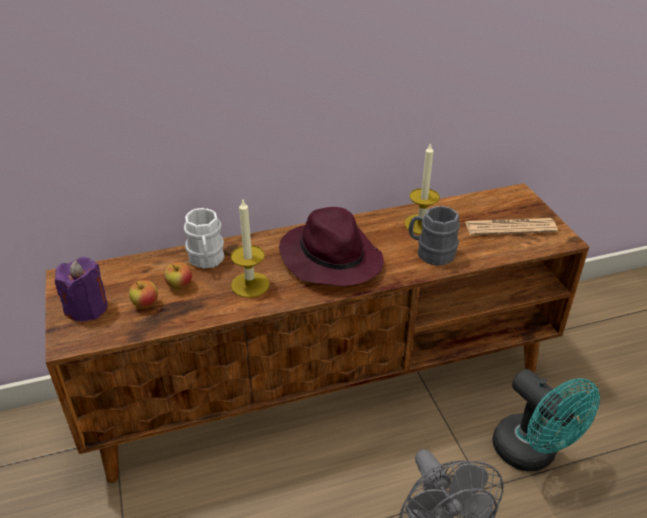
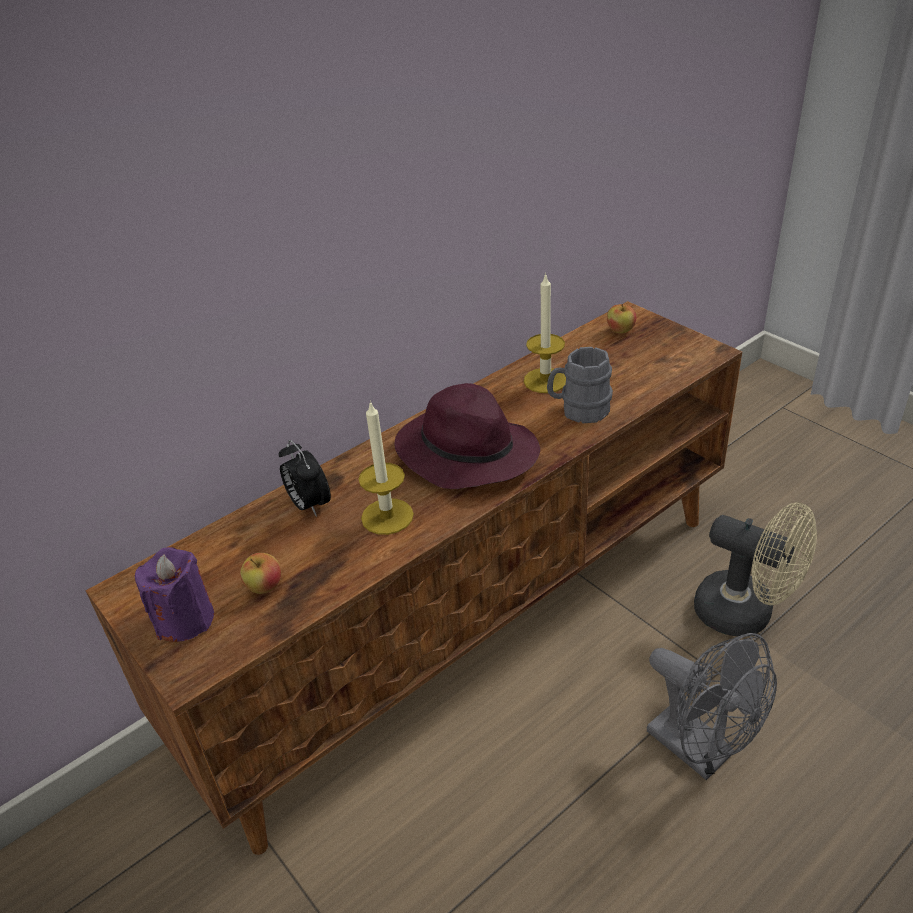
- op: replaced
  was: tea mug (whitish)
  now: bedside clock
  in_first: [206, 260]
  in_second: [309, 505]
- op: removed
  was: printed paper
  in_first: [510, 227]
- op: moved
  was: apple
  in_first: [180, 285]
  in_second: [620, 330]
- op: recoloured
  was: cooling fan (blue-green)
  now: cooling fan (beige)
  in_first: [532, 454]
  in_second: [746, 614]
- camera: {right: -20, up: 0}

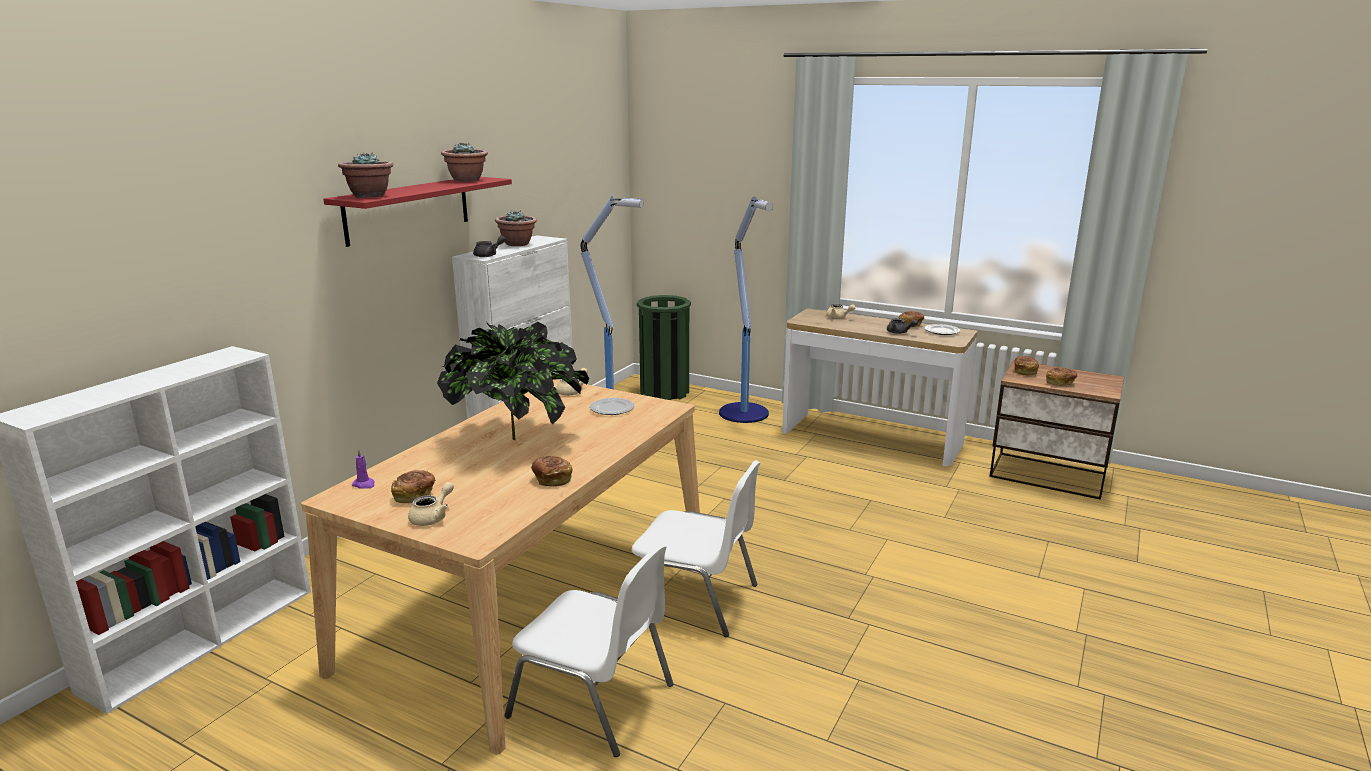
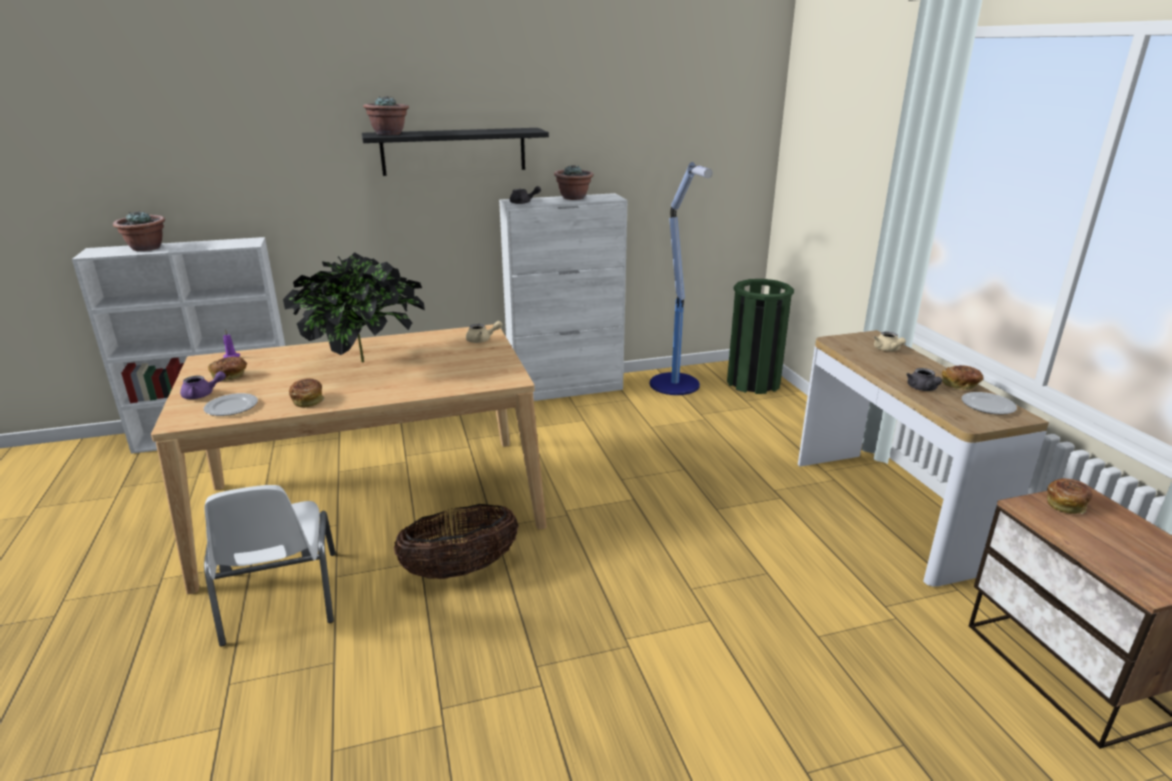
- op: moved
  was: houseplant
  in_first: [467, 180]
  in_second: [146, 248]
- op: recoloured
  was: bracket shelf (red)
  now: bracket shelf (black-coloured)
  in_first: [408, 209]
  in_second: [454, 151]
- op: removed
  was: floor lamp
  in_first: [745, 414]
- op: removed
  was: bread
  in_first: [1060, 383]
- op: moved
  was: flat dish
  in_first: [612, 409]
  in_second: [231, 407]
- op: replaced
  was: chair (whitish)
  now: household basket
  in_first: [695, 599]
  in_second: [460, 569]
- op: recoloured
  was: tea pot (beige)
  now: tea pot (purple-coloured)
  in_first: [433, 517]
  in_second: [202, 395]
- camera: {right: 45, up: 5}

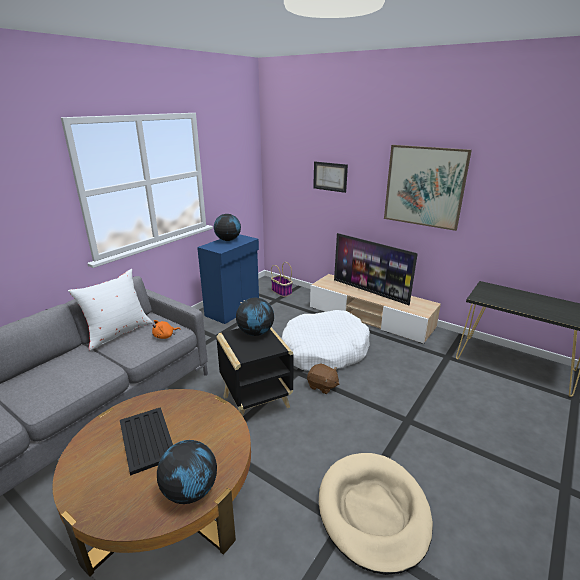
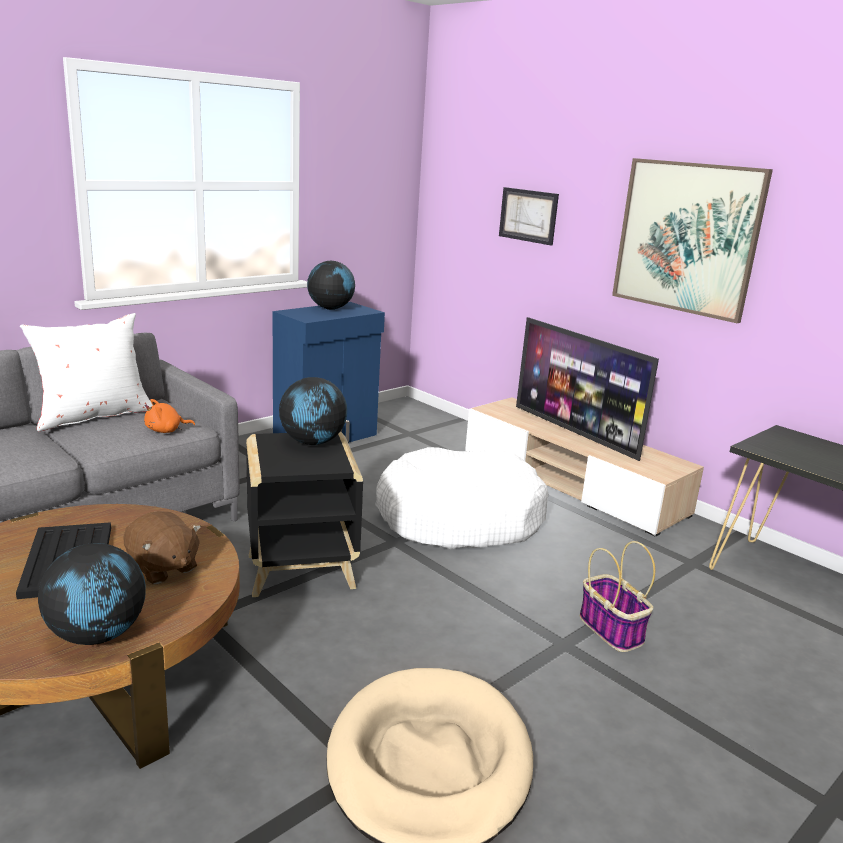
- op: moved
  was: household basket
  in_first: [282, 292]
  in_second: [612, 630]
- op: moved
  was: soft toy (brown-coloured)
  in_first: [322, 386]
  in_second: [162, 568]
- camera: {right: 10, up: -5}

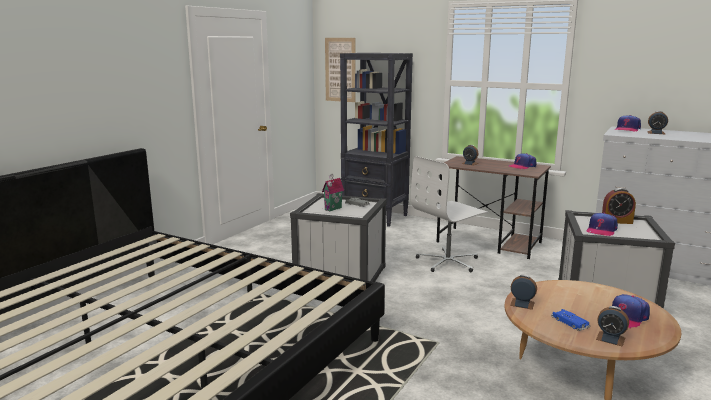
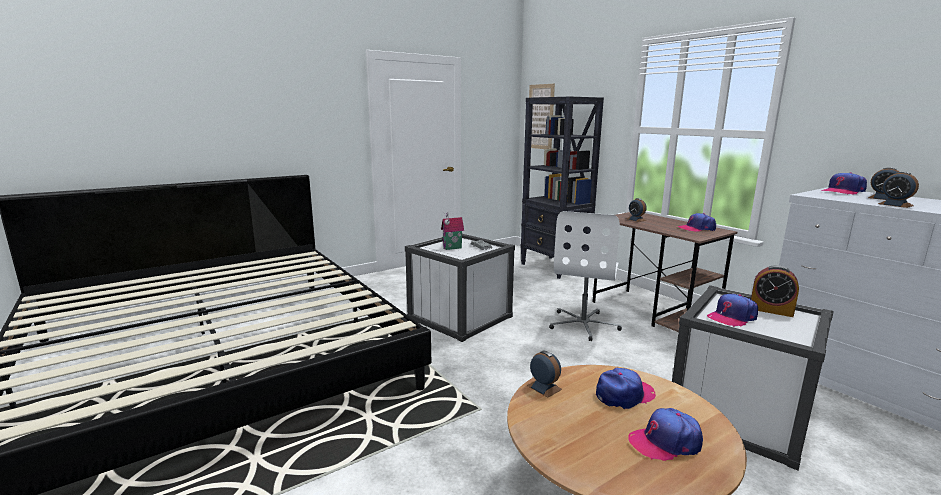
- op: turned
  was: office chair (whitish)
  in_first: [448, 262]
  in_second: [583, 324]
  clockwise: -60
- op: moved
  was: bedside clock
  in_first: [610, 338]
  in_second: [895, 205]
- op: removed
  was: toy car (blue-coloured)
  in_first: [570, 322]
- op: added
  now: cap
  in_second: [624, 395]
- camera: {right: 25, up: 0}

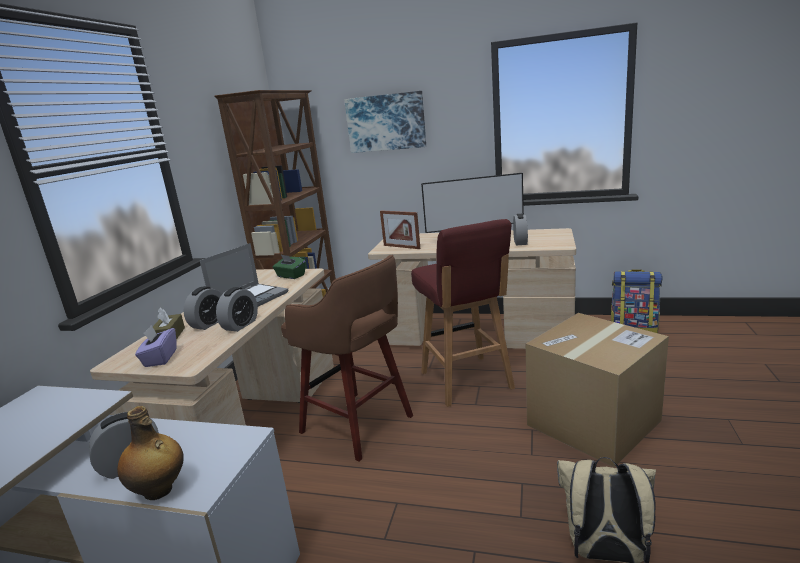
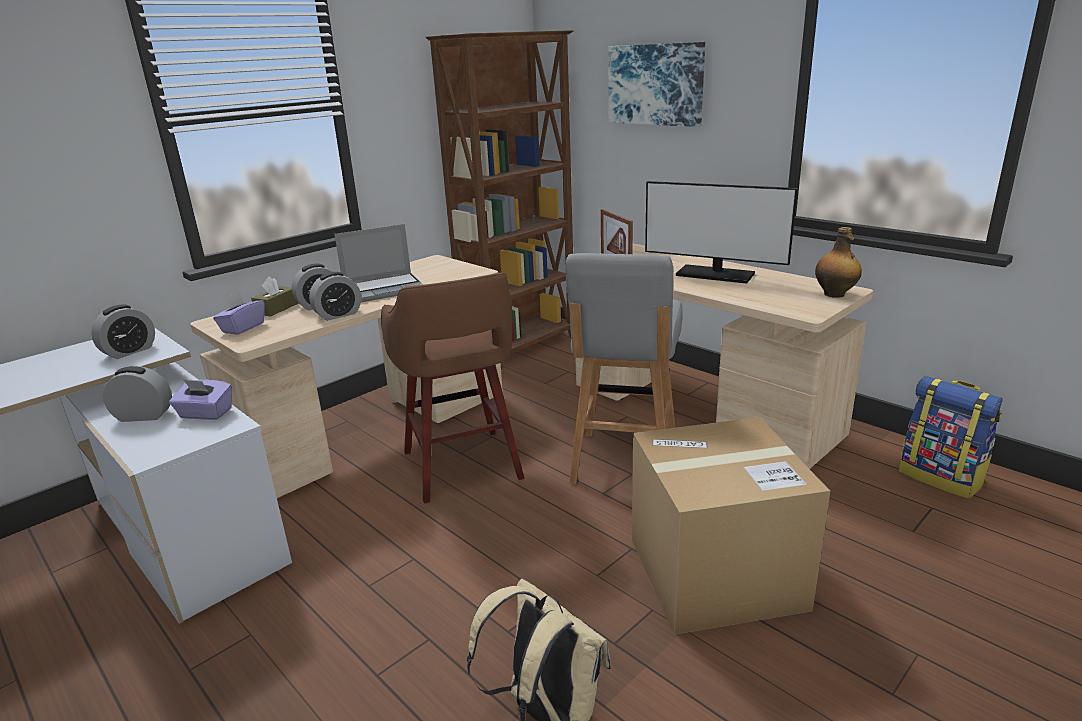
- op: moved
  was: bedside clock
  in_first: [520, 242]
  in_second: [129, 351]
- op: recoloured
  was: stool seat (red)
  now: stool seat (greyish)
  in_first: [466, 381]
  in_second: [624, 463]
- op: removed
  was: box of tissues (greenish)
  in_first: [290, 276]
- op: moved
  was: bottle
  in_first: [159, 491]
  in_second: [835, 294]
- op: added
  now: box of tissues (purple-coloured)
  in_second: [205, 414]
- camera: {right: 30, up: 5}

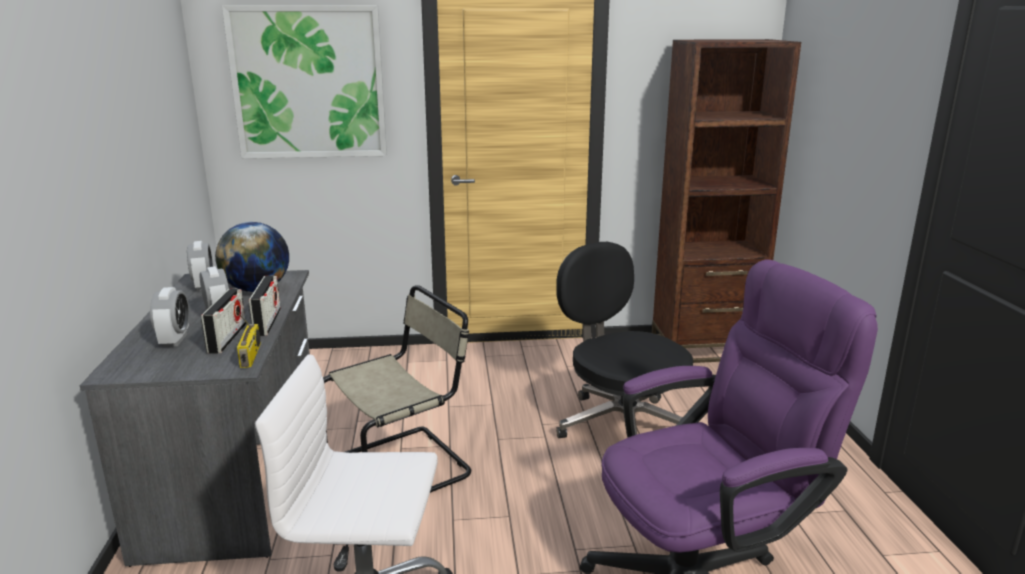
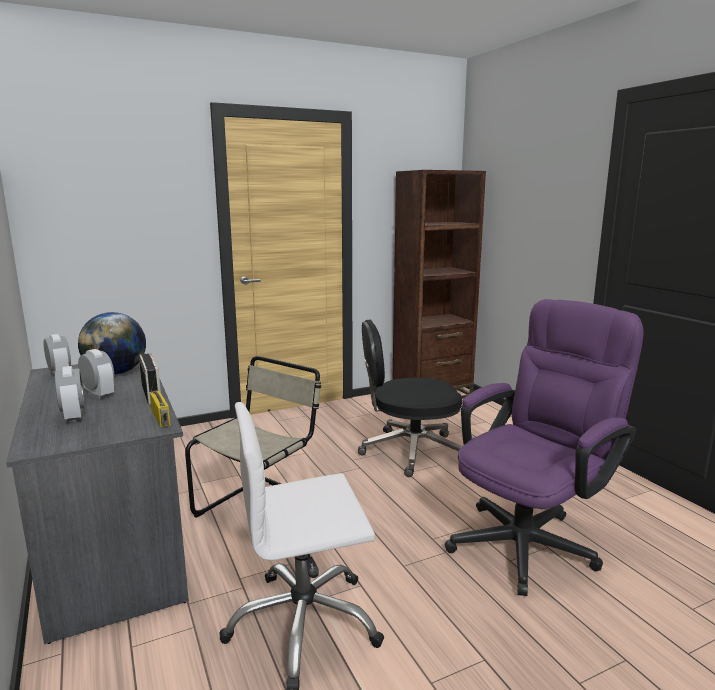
- op: removed
  was: wall art
  in_first: [308, 83]
- op: turned
  was: office chair (black-coloured)
  in_first: [621, 425]
  in_second: [410, 451]
  clockwise: -45
- op: removed
  was: radio
  in_first: [227, 338]
- camera: {right: -20, up: -5}

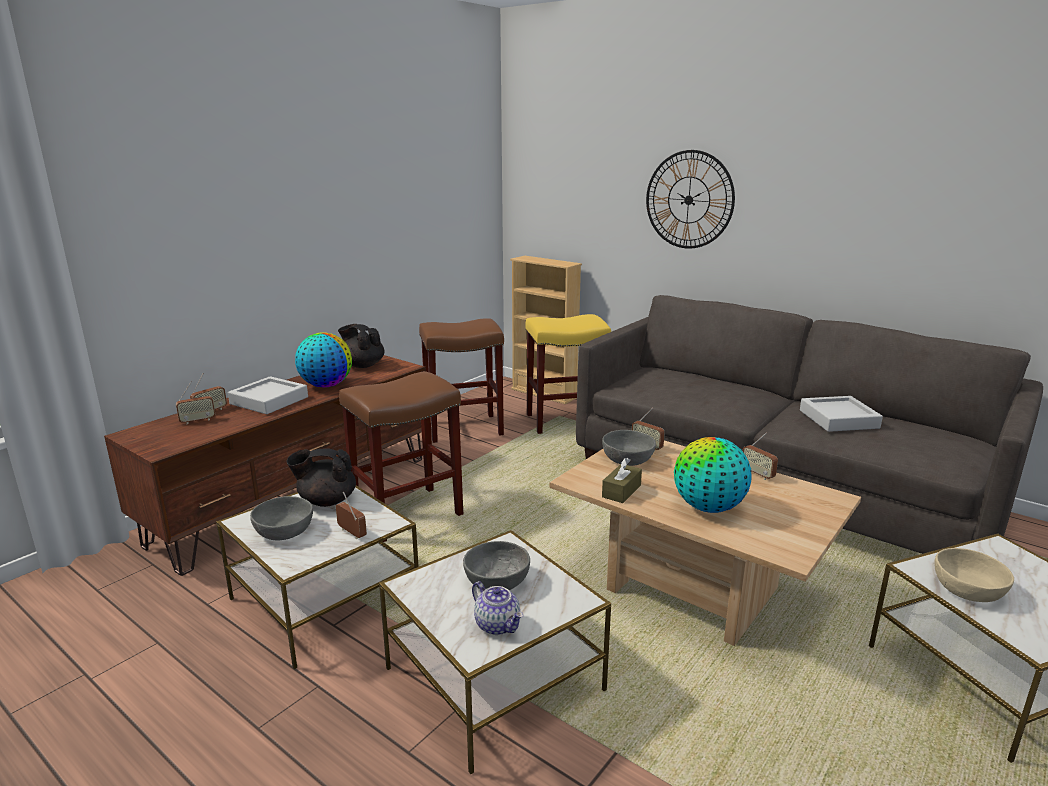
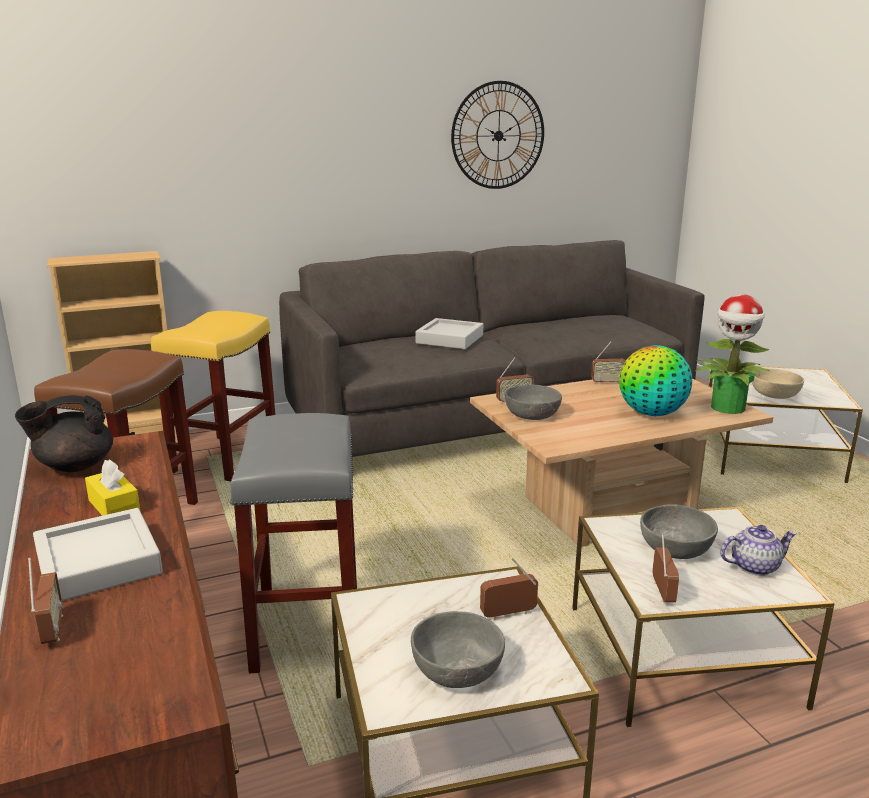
- op: moved
  was: wall clock
  in_first: [689, 200]
  in_second: [498, 135]
- op: replaced
  was: globe
  now: box of tissues (yellow-coloured)
  in_first: [326, 385]
  in_second: [114, 506]
- op: recoloured
  was: stool seat (brown-coloured)
  now: stool seat (greyish)
  in_first: [408, 513]
  in_second: [306, 624]
- op: moved
  was: radio
  in_first: [197, 421]
  in_second: [662, 592]
- op: moved
  was: tray (greyish)
  in_first: [838, 419]
  in_second: [449, 339]
- op: removed
  was: tea pot (black-coloured)
  in_first: [326, 501]
- op: removed
  was: box of tissues (brown-coloured)
  in_first: [621, 491]
- op: added
  now: houseplant
  in_second: [728, 408]
- camera: {right: -60, up: 0}

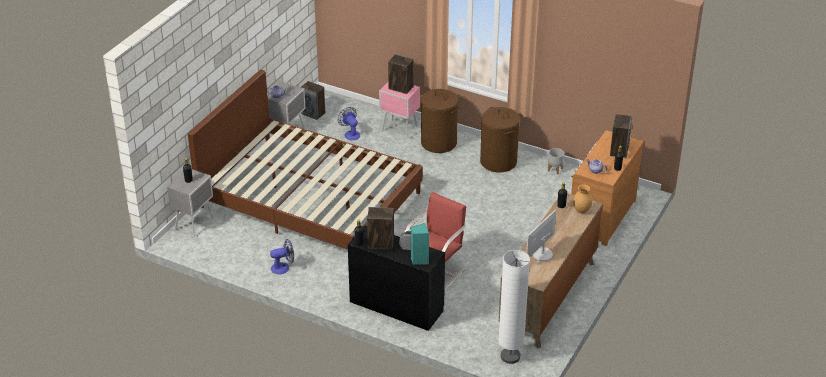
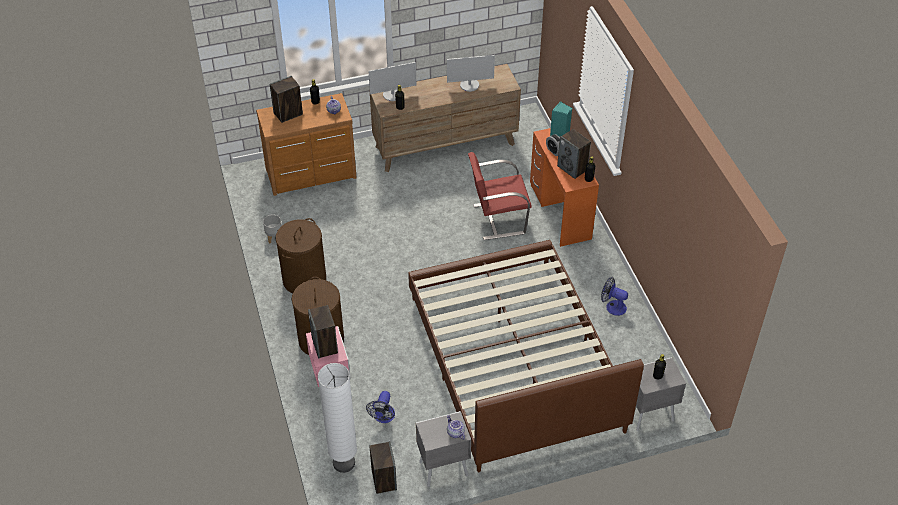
- op: replaced
  was: vase (brown-coloured)
  now: monitor
  in_first: [581, 211]
  in_second: [392, 94]
- op: recoloured
  was: desk (black-coloured)
  now: desk (orangey)
  in_first: [396, 306]
  in_second: [560, 212]
- op: moved
  was: floor lamp (whitish)
  in_first: [510, 357]
  in_second: [344, 463]
- camera: {right: -135, up: 10}

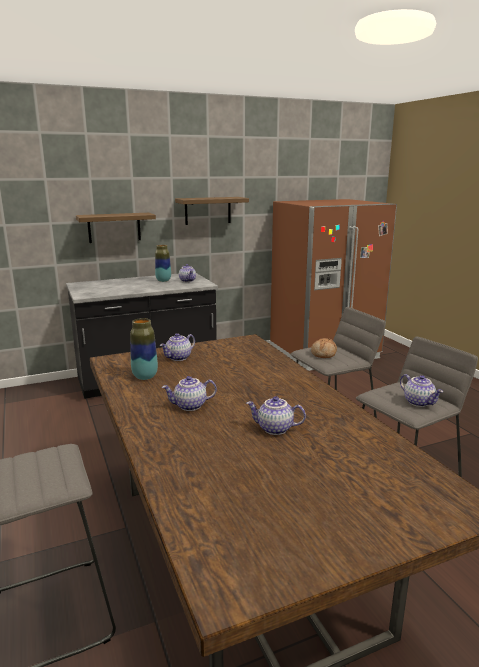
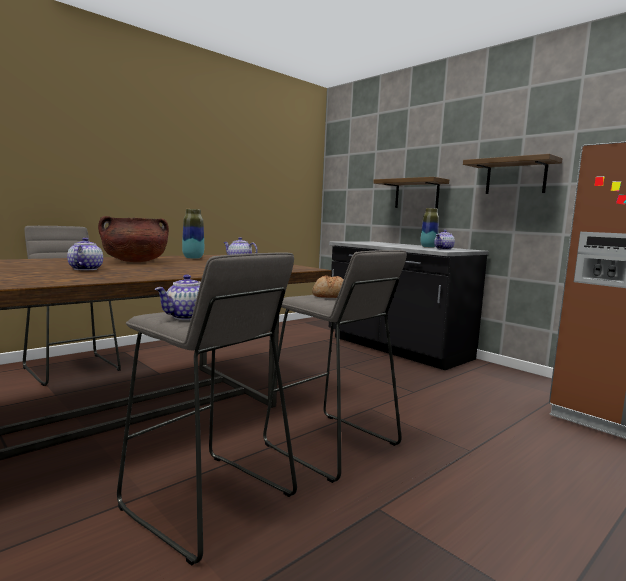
- op: replaced
  was: tea pot
  now: cooking pot (brown-coloured)
  in_first: [190, 406]
  in_second: [135, 261]
- camera: {right: 70, up: -10}

